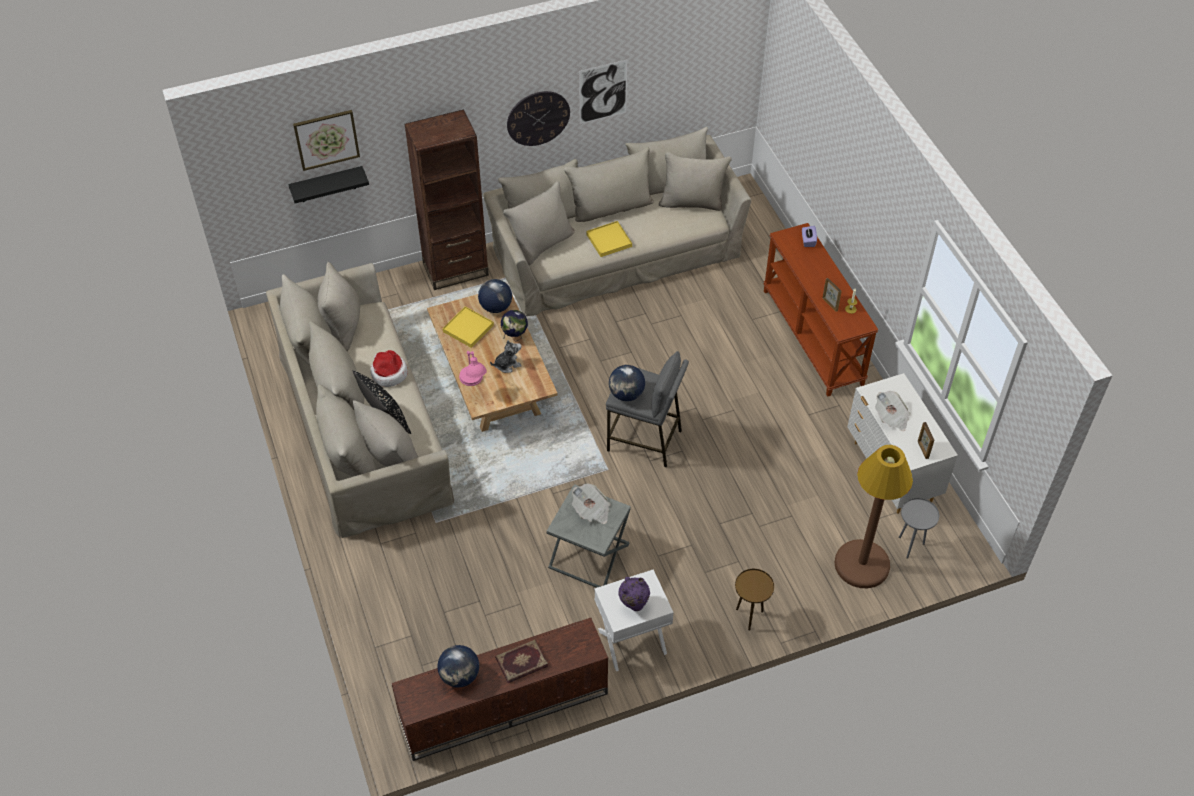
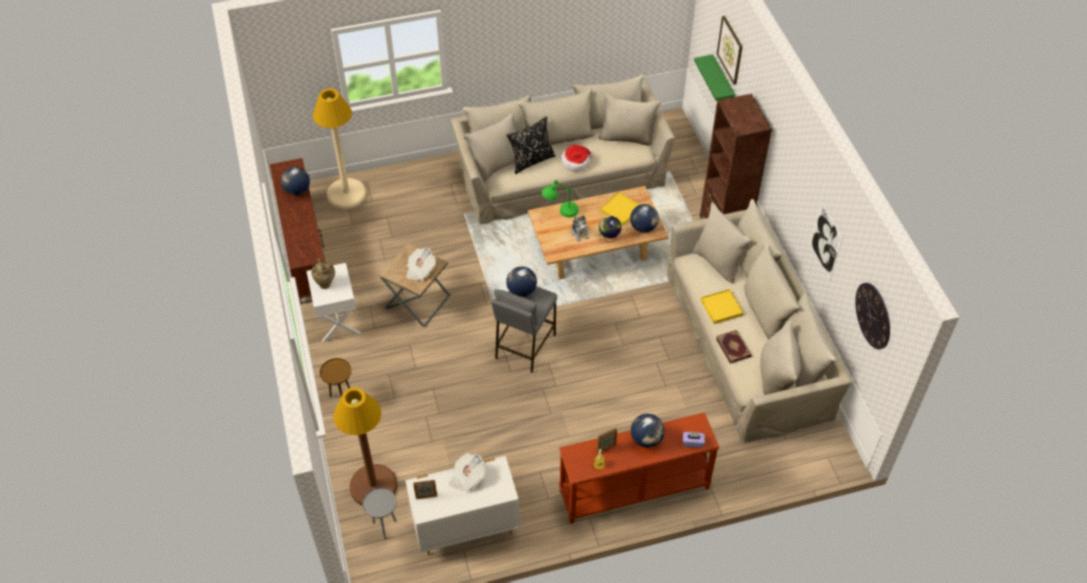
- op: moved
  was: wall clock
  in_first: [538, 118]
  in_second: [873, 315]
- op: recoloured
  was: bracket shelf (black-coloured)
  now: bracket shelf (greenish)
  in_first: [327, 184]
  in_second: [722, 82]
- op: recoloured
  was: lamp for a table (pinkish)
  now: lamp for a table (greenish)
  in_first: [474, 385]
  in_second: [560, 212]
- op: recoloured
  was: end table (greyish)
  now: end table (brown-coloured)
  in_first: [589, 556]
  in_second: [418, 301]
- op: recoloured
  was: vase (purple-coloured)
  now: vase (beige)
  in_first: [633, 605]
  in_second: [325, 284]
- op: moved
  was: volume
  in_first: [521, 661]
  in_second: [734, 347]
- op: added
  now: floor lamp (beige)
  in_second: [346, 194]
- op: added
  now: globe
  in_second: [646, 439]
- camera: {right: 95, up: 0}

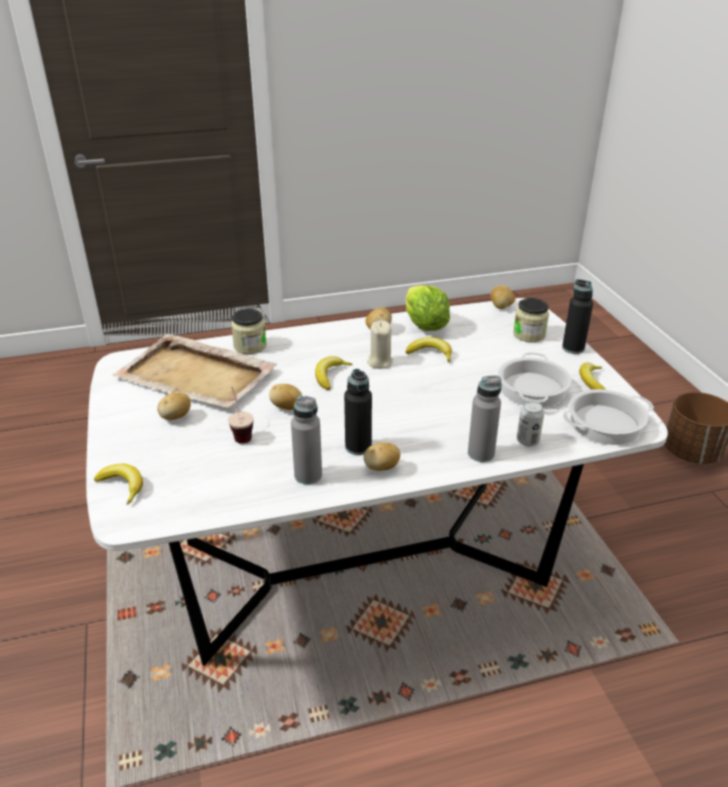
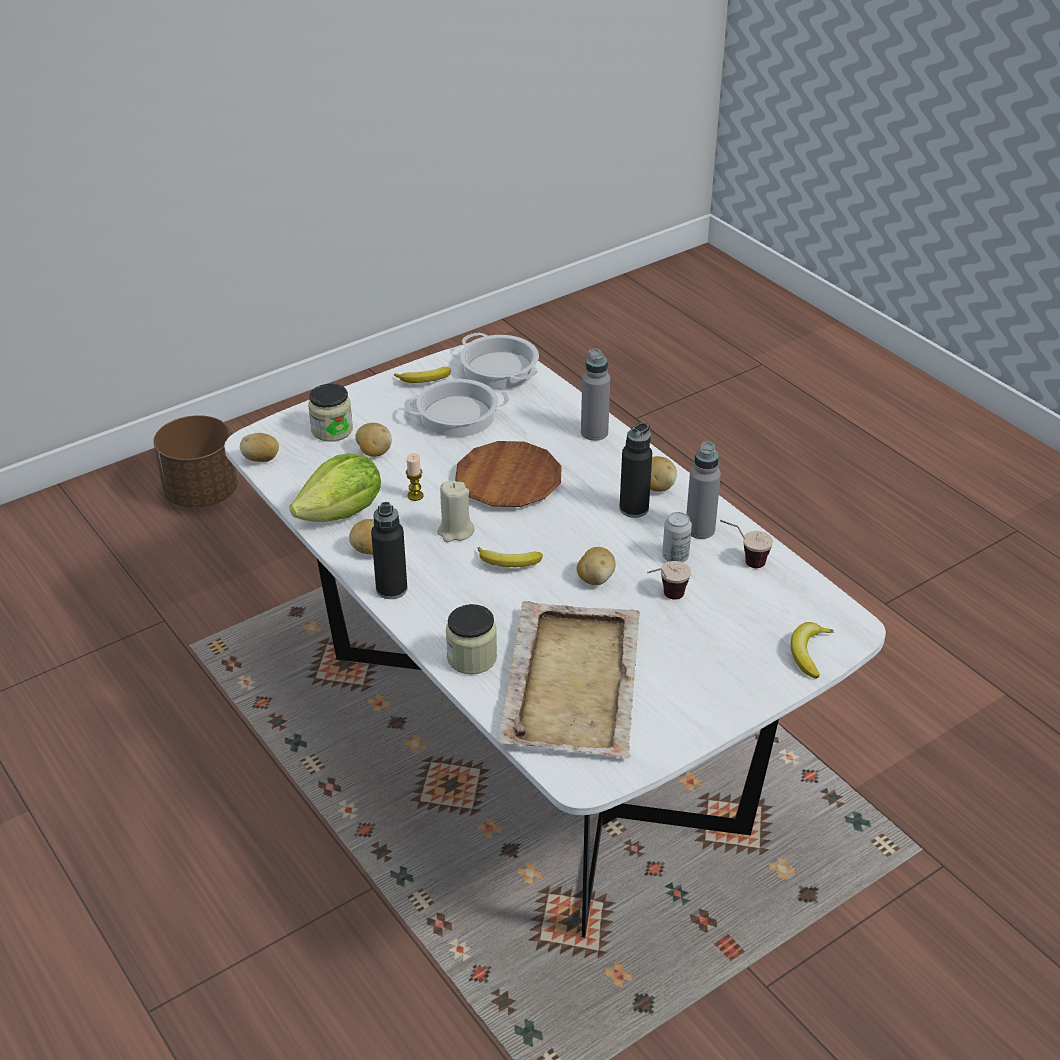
- op: moved
  was: bottle (black-coloured)
  in_first: [573, 348]
  in_second: [391, 589]
- op: replaced
  was: banana fruit
  now: wax light
  in_first: [430, 354]
  in_second: [415, 496]
- op: moved
  was: spud
  in_first: [176, 417]
  in_second: [374, 452]
- op: moved
  was: sealed can
  in_first: [527, 441]
  in_second: [675, 557]
- op: added
  now: flat dish (brown-coloured)
  in_second: [508, 481]
- op: added
  now: drinking cup
  in_second: [743, 561]
- camera: {right: -110, up: 5}

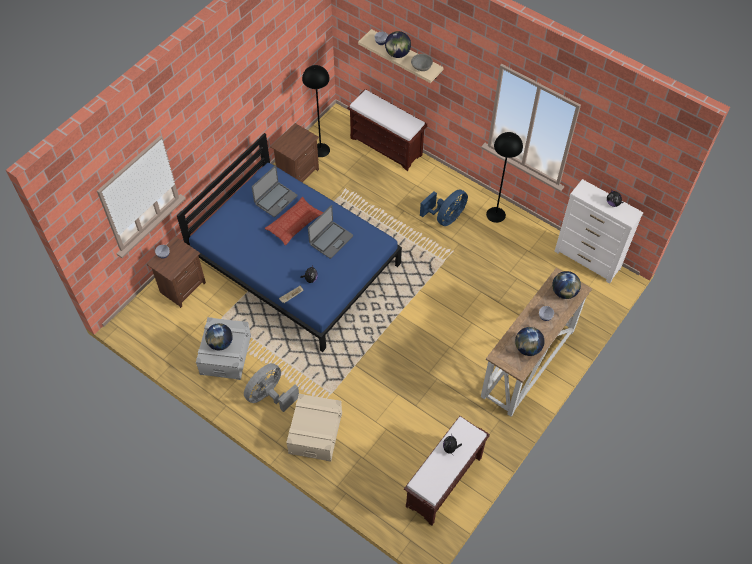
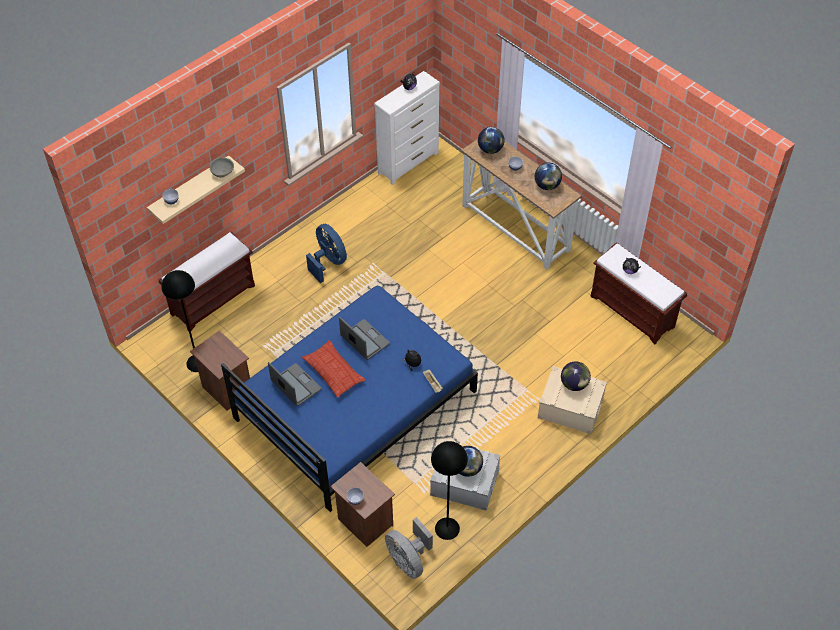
- op: moved
  was: globe
  in_first: [397, 54]
  in_second: [574, 384]
- op: moved
  was: floor lamp (black-coloured)
  in_first: [496, 214]
  in_second: [447, 528]
- op: moved
  was: cooling fan (greyish)
  in_first: [270, 395]
  in_second: [408, 560]
- camera: {right: -80, up: -5}

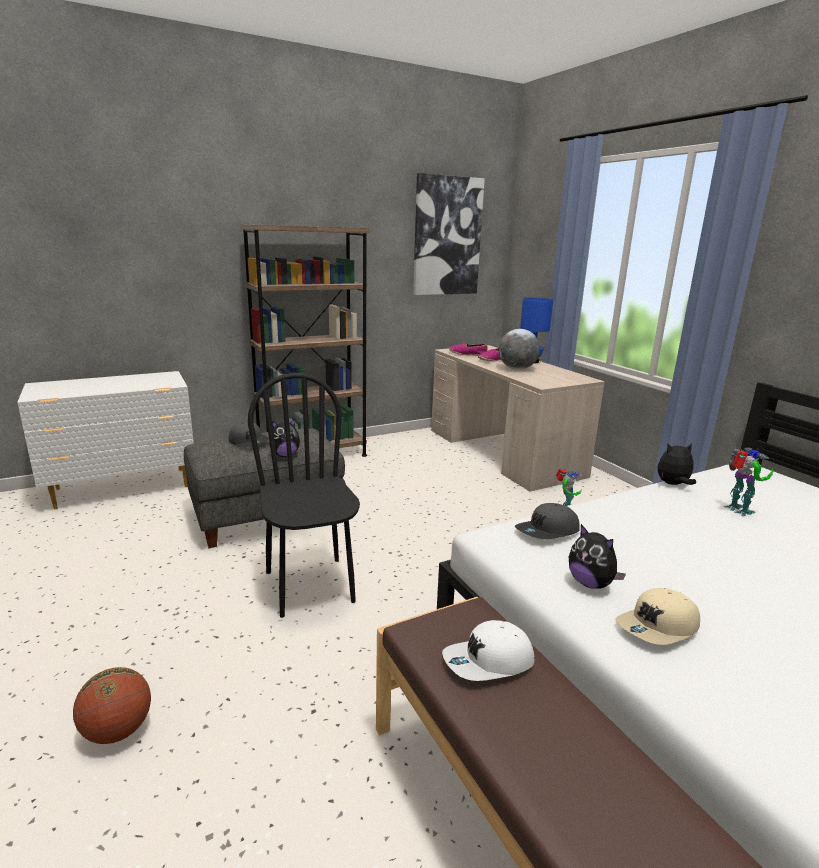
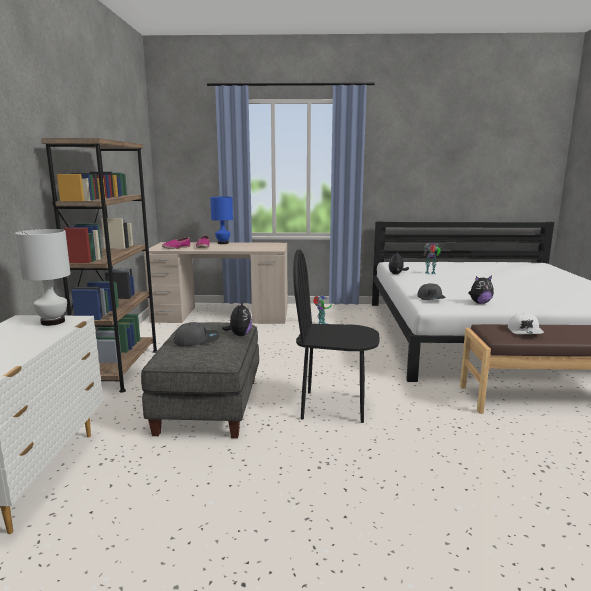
- op: removed
  was: wall art
  in_first: [447, 236]
- op: removed
  was: globe
  in_first: [517, 369]
- op: removed
  was: cap (beige)
  in_first: [658, 628]
- op: removed
  was: basketball
  in_first: [118, 730]
- op: added
  now: lamp for a table (whitish)
  in_second: [53, 322]
- camera: {right: -60, up: -5}

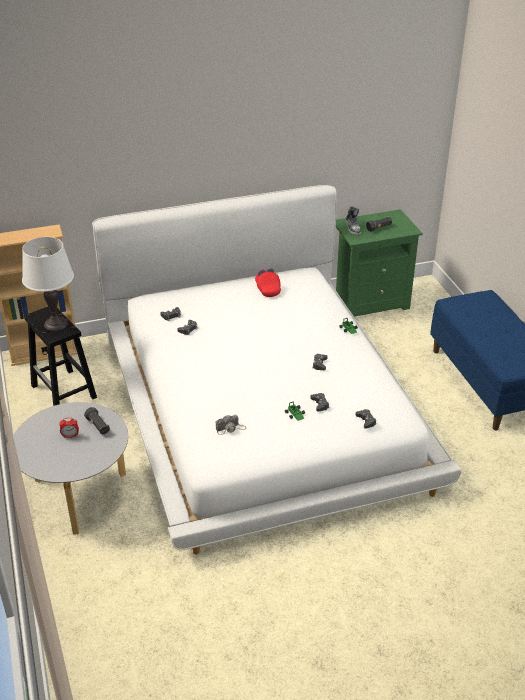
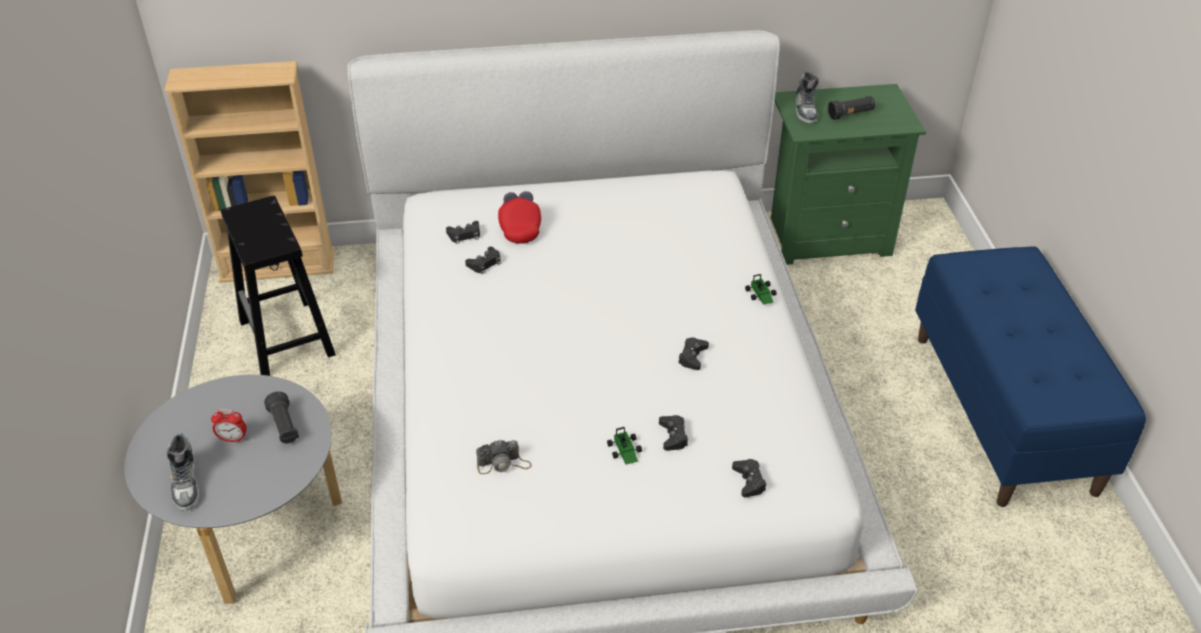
- op: removed
  was: lamp for a table (whitish)
  in_first: [55, 324]
- op: moved
  was: cap (red)
  in_first: [267, 289]
  in_second: [520, 227]
- op: added
  now: shoe
  in_second: [186, 483]
- camera: {right: 10, up: 5}

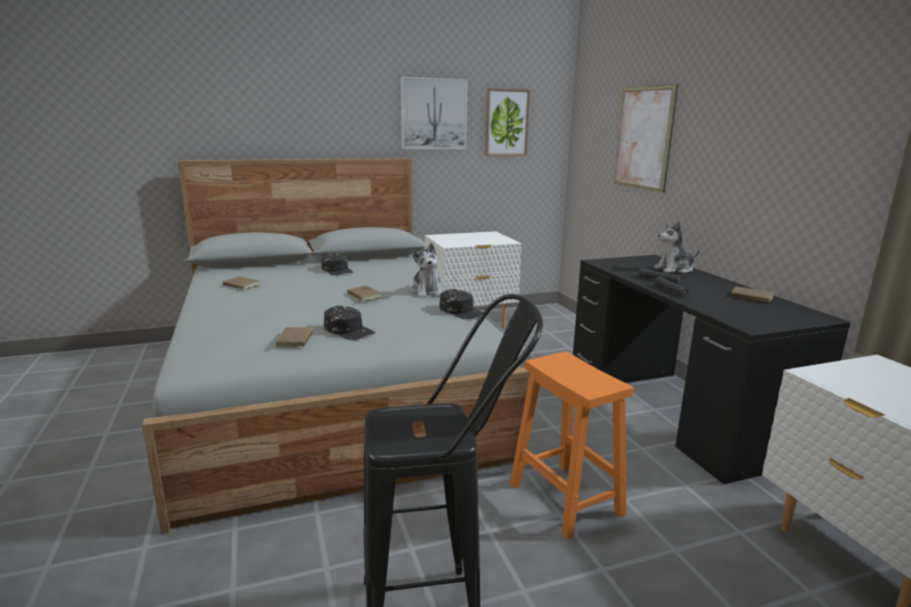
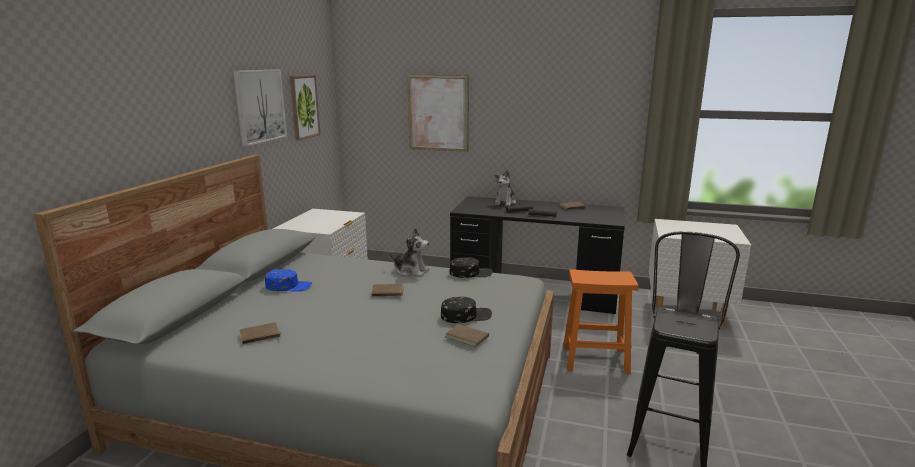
- op: recoloured
  was: cap (black-coloured)
  now: cap (blue-coloured)
  in_first: [337, 270]
  in_second: [289, 286]
- camera: {right: -55, up: 0}

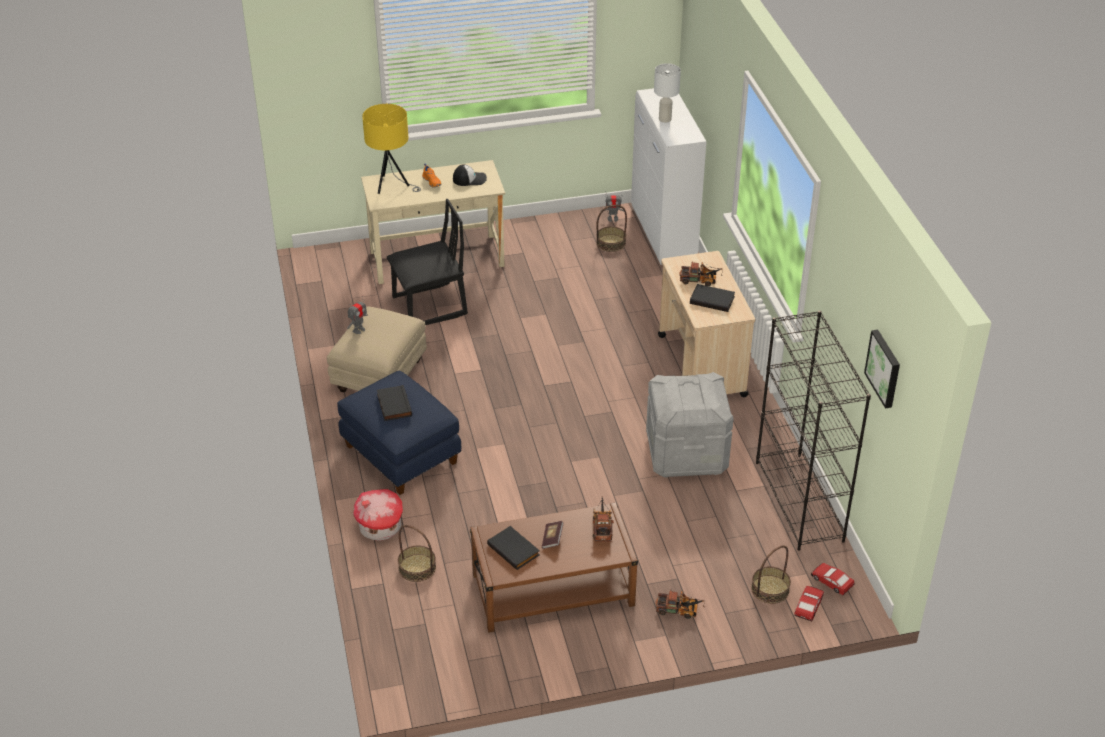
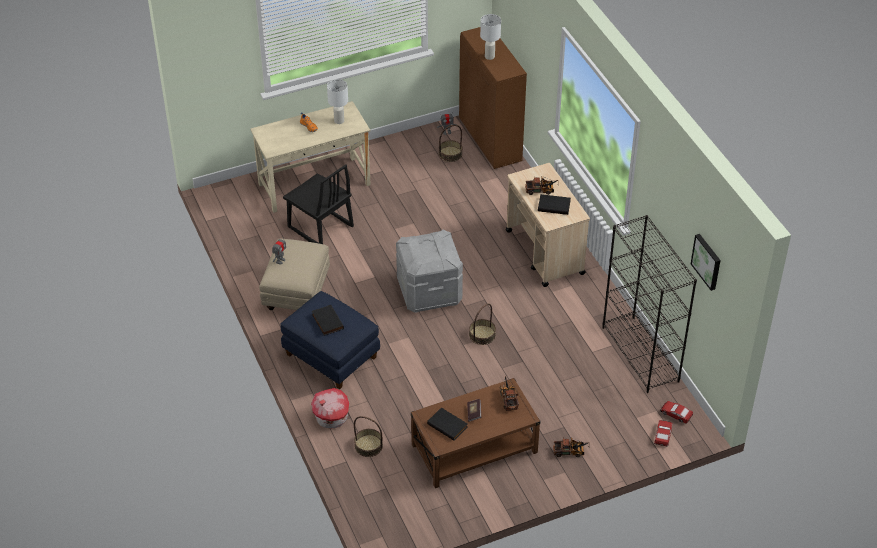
- op: recoloured
  was: storage cabinet (whitish)
  now: storage cabinet (brown-coloured)
  in_first: [663, 234]
  in_second: [490, 141]
- op: removed
  was: lamp for a table (yellow-coloured)
  in_first: [392, 186]
- op: replaced
  was: cap
  now: lamp for a table (whitish)
  in_first: [469, 179]
  in_second: [338, 120]
- op: turned
  was: chair (black-coloured)
  in_first: [430, 307]
  in_second: [320, 227]
  clockwise: 75
- op: moved
  was: storage box (greyish)
  in_first: [687, 454]
  in_second: [429, 292]
- op: moved
  was: household basket
  in_first: [770, 589]
  in_second: [482, 335]
- camera: {right: -10, up: 5}

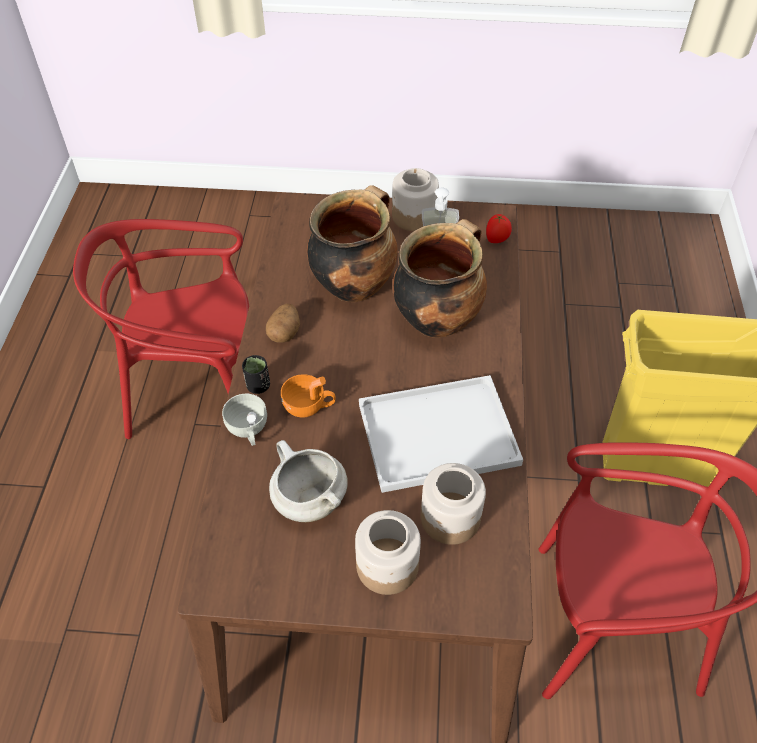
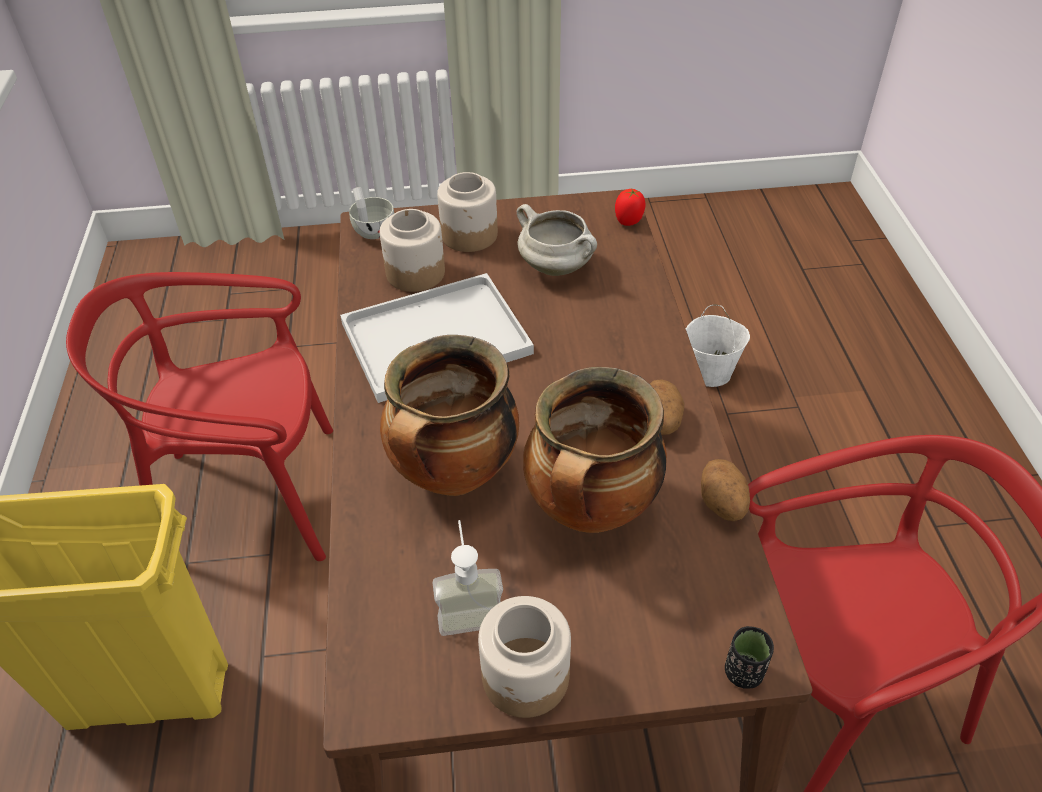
- op: moved
  was: tomato
  in_first: [497, 240]
  in_second: [629, 221]
- op: moved
  was: drinking cup (black-coloured)
  in_first: [258, 386]
  in_second: [743, 672]
- op: removed
  was: drinking cup (orangey)
  in_first: [309, 407]
- op: moved
  was: drinking cup (whitish)
  in_first: [248, 430]
  in_second: [372, 229]
- op: added
  now: pail (whitish)
  in_second: [710, 372]
- op: added
  now: spud
  in_second: [722, 504]
- camera: {right: 170, up: -5}

